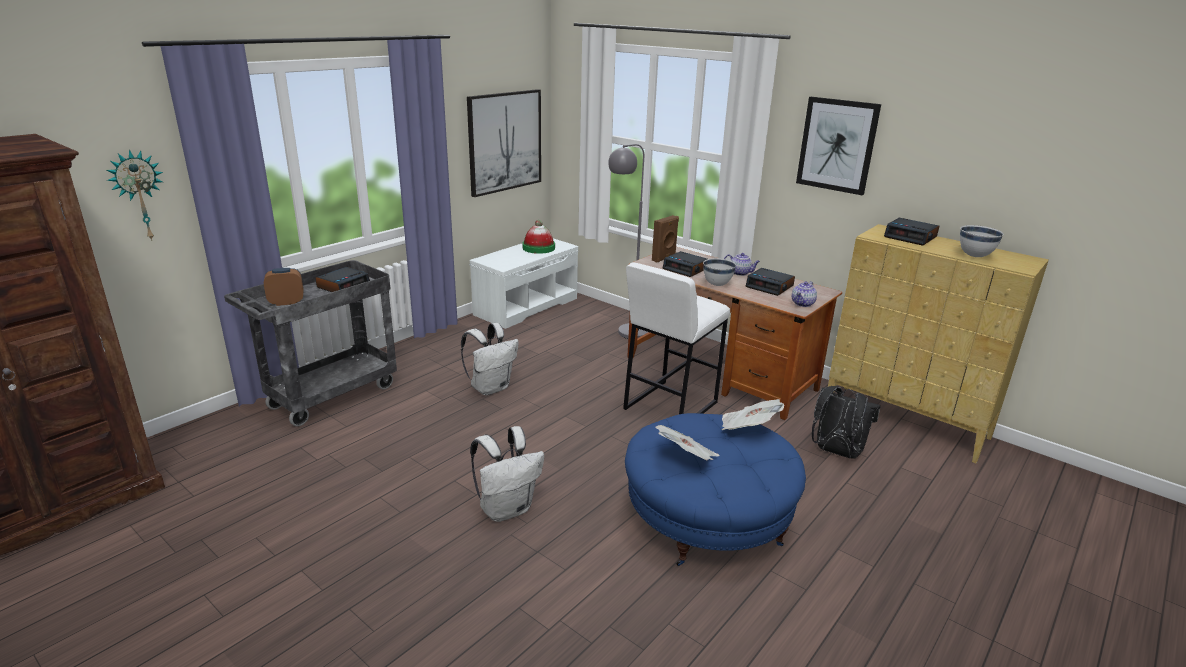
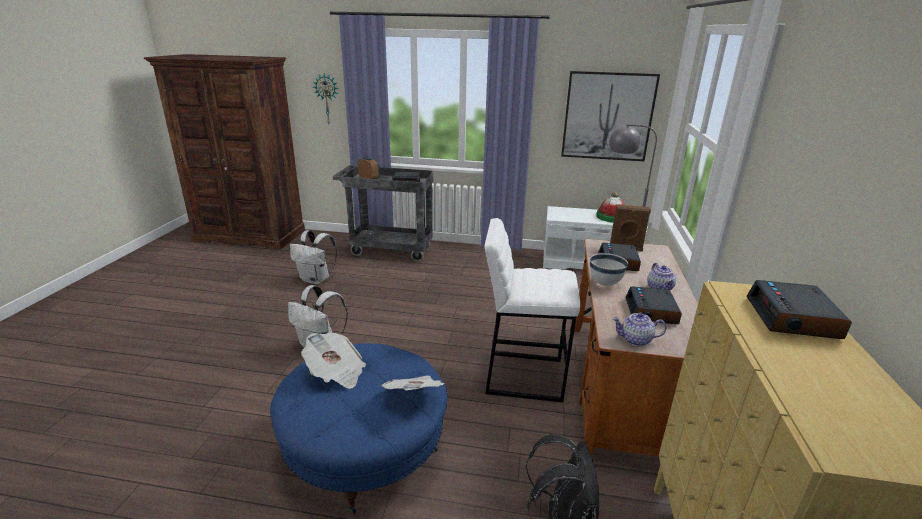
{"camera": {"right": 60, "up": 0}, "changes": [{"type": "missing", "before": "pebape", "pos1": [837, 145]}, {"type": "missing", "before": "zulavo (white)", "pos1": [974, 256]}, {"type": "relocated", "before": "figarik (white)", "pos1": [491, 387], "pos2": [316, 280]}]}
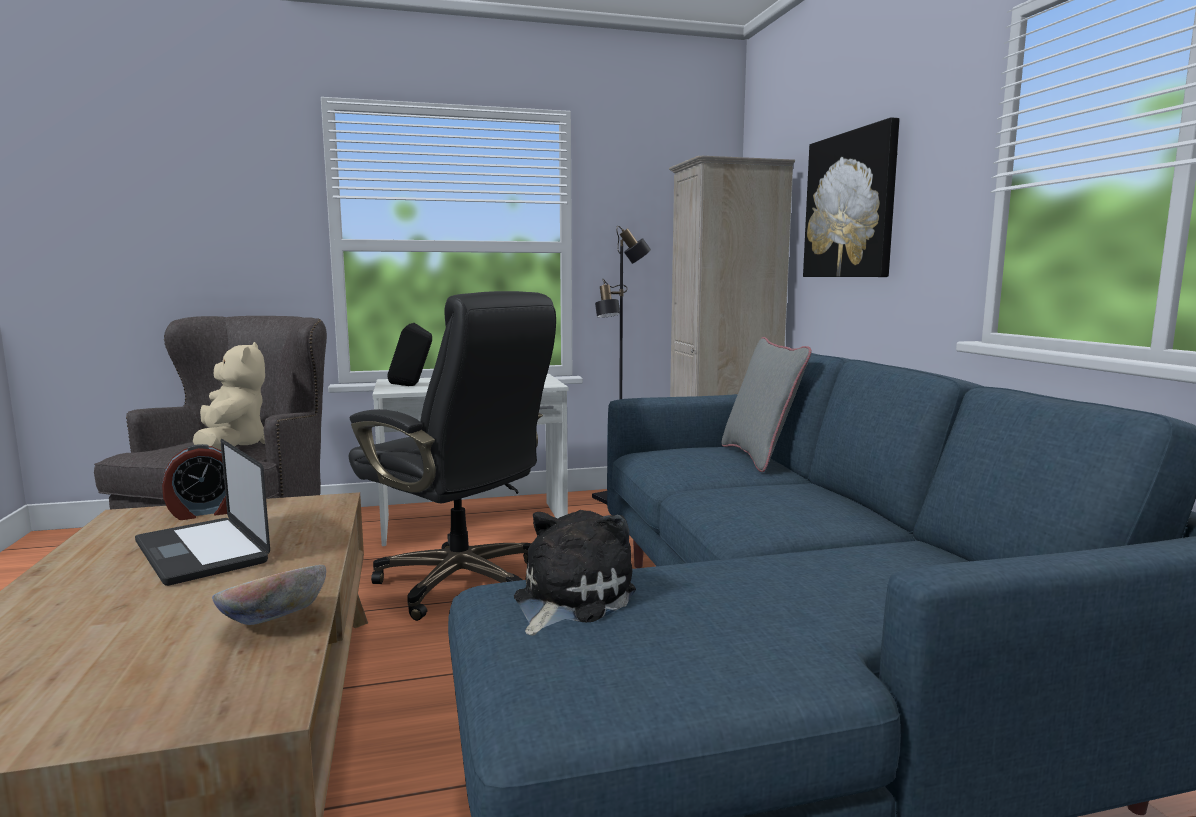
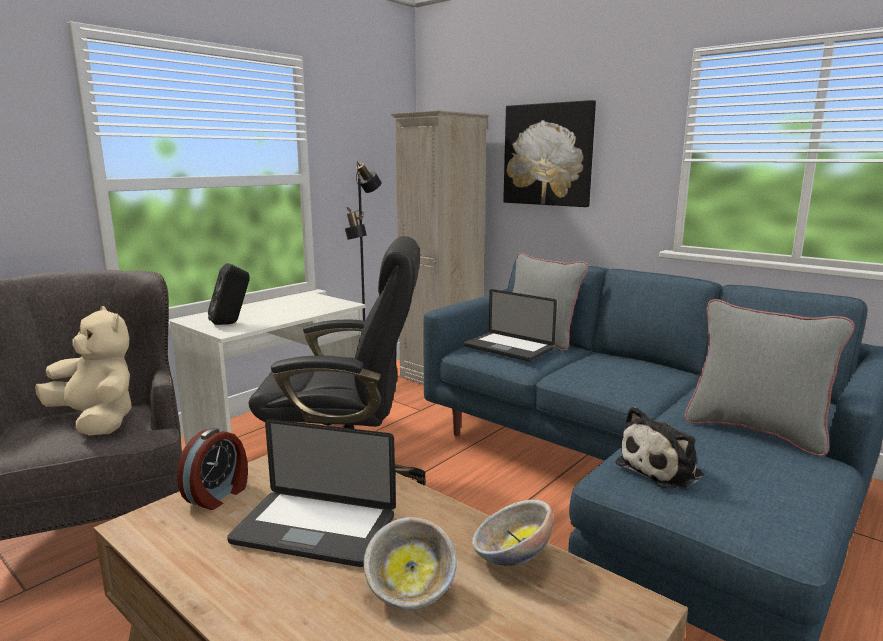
{"camera": {"right": -35, "up": 5}, "changes": [{"type": "appeared", "after": "zulavo", "pos2": [411, 592]}, {"type": "appeared", "after": "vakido", "pos2": [508, 348]}, {"type": "appeared", "after": "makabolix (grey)", "pos2": [755, 431]}, {"type": "spun", "before": "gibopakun", "pos1": [569, 599], "pos2": [663, 469], "turn": -120}]}
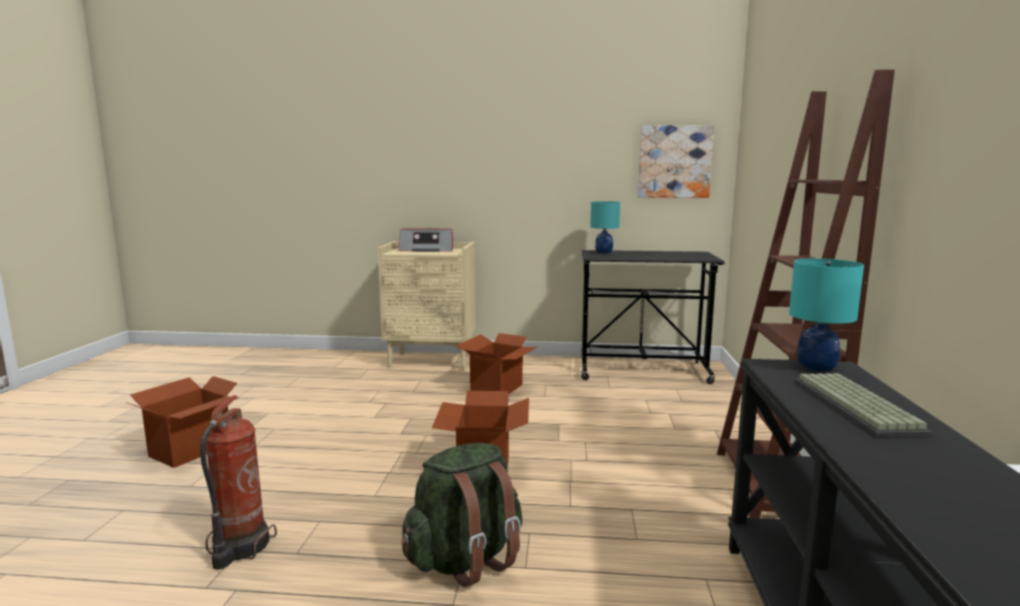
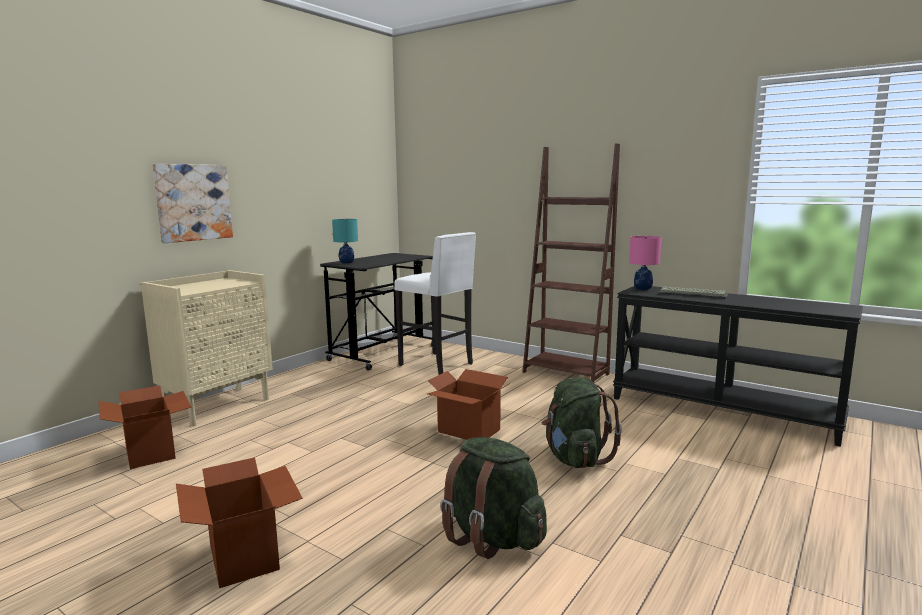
{"camera": {"right": -60, "up": 0}, "changes": [{"type": "missing", "before": "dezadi", "pos1": [427, 250]}, {"type": "appeared", "after": "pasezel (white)", "pos2": [438, 365]}, {"type": "relocated", "before": "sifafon", "pos1": [497, 389], "pos2": [151, 453]}, {"type": "relocated", "before": "pebape", "pos1": [674, 161], "pos2": [193, 202]}, {"type": "exchanged", "before": "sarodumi", "after": "figarik (green)", "pos1": [238, 548], "pos2": [492, 538]}, {"type": "colour", "before": "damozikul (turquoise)", "after": "damozikul (pink)", "pos1": [815, 367], "pos2": [642, 289]}]}
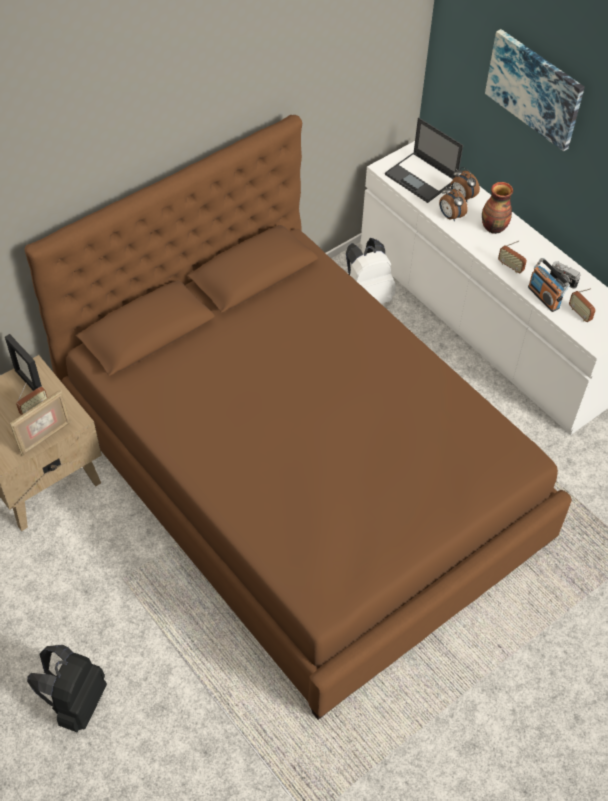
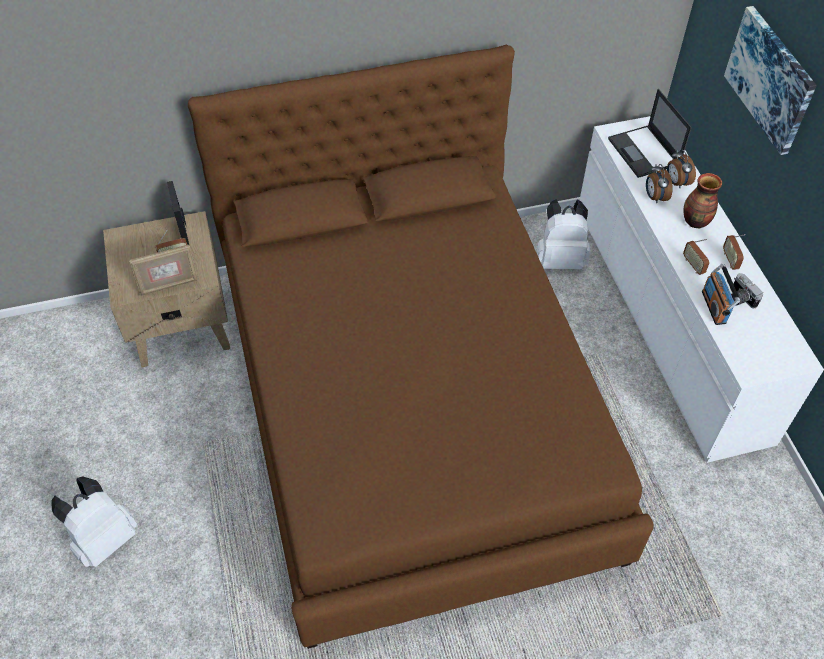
{"camera": {"right": 25, "up": 0}, "changes": [{"type": "relocated", "before": "dezadi", "pos1": [579, 314], "pos2": [730, 260]}, {"type": "colour", "before": "figarik (black)", "after": "figarik (white)", "pos1": [75, 702], "pos2": [104, 539]}]}
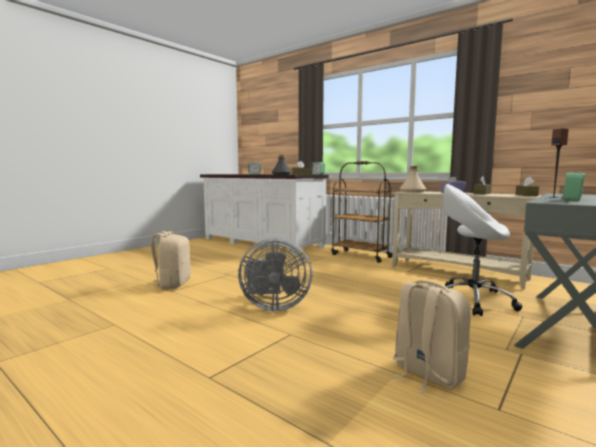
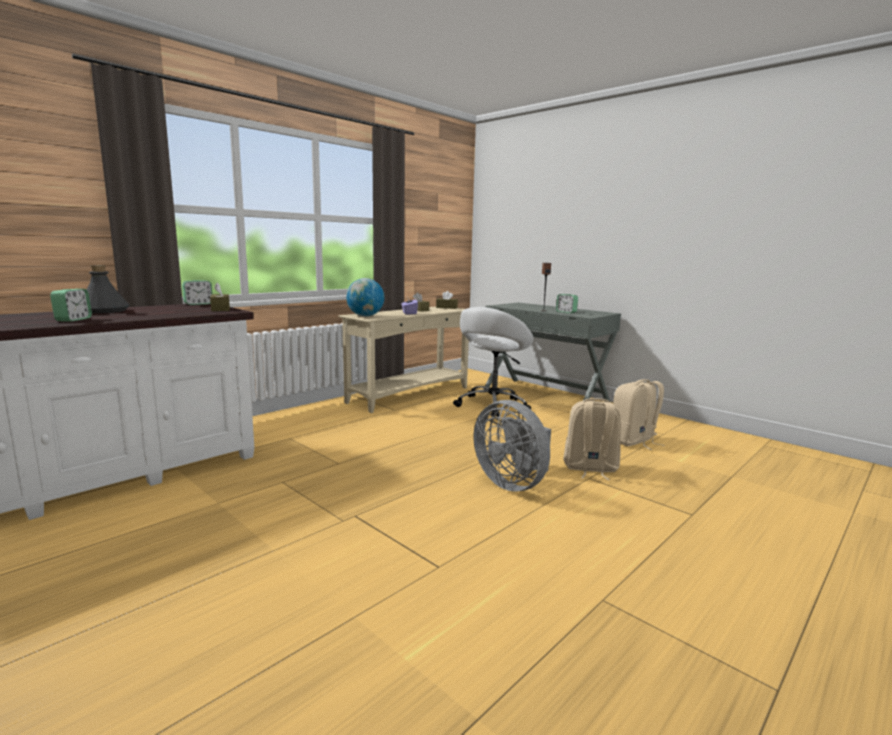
{"camera": {"right": -85, "up": 5}, "changes": [{"type": "missing", "before": "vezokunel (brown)", "pos1": [360, 256]}, {"type": "relocated", "before": "figarik (beige)", "pos1": [172, 284], "pos2": [590, 468]}, {"type": "exchanged", "before": "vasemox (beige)", "after": "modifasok", "pos1": [412, 191], "pos2": [365, 316]}, {"type": "spun", "before": "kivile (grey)", "pos1": [273, 306], "pos2": [513, 483], "turn": 135}]}
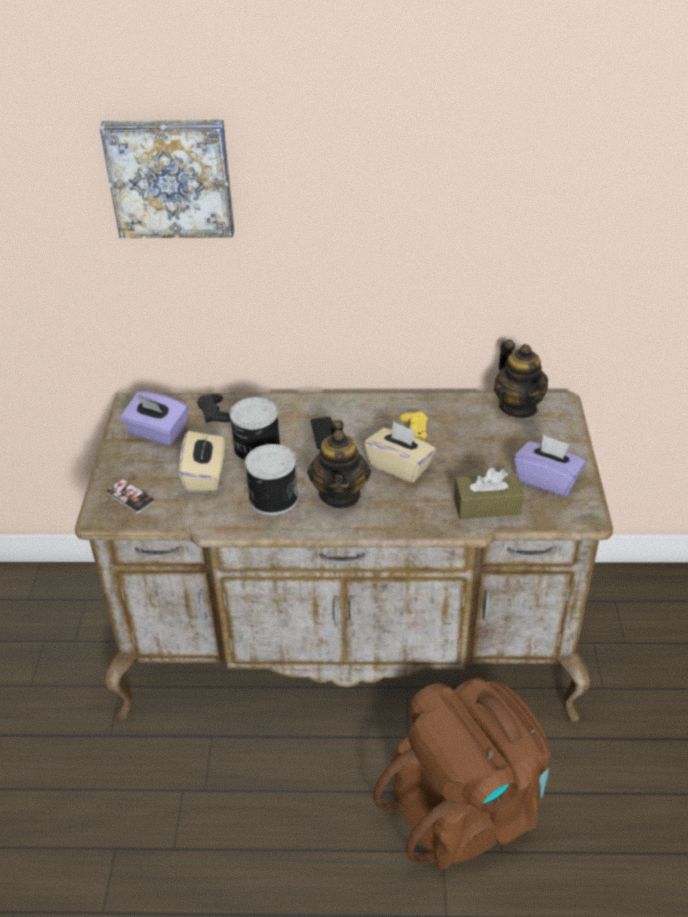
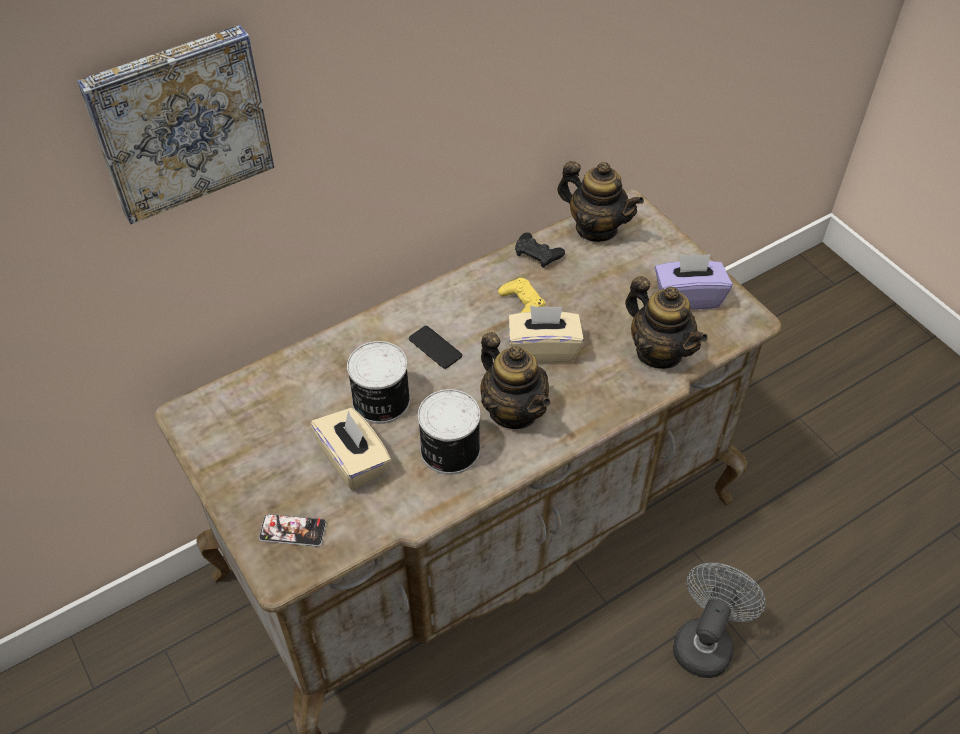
{"camera": {"right": -35, "up": 10}, "changes": [{"type": "missing", "before": "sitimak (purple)", "pos1": [157, 433]}, {"type": "relocated", "before": "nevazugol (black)", "pos1": [214, 413], "pos2": [537, 254]}, {"type": "exchanged", "before": "figarik (brown)", "after": "kivile (grey)", "pos1": [466, 810], "pos2": [705, 641]}, {"type": "exchanged", "before": "sitimak (brown)", "after": "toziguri", "pos1": [487, 505], "pos2": [659, 352]}]}
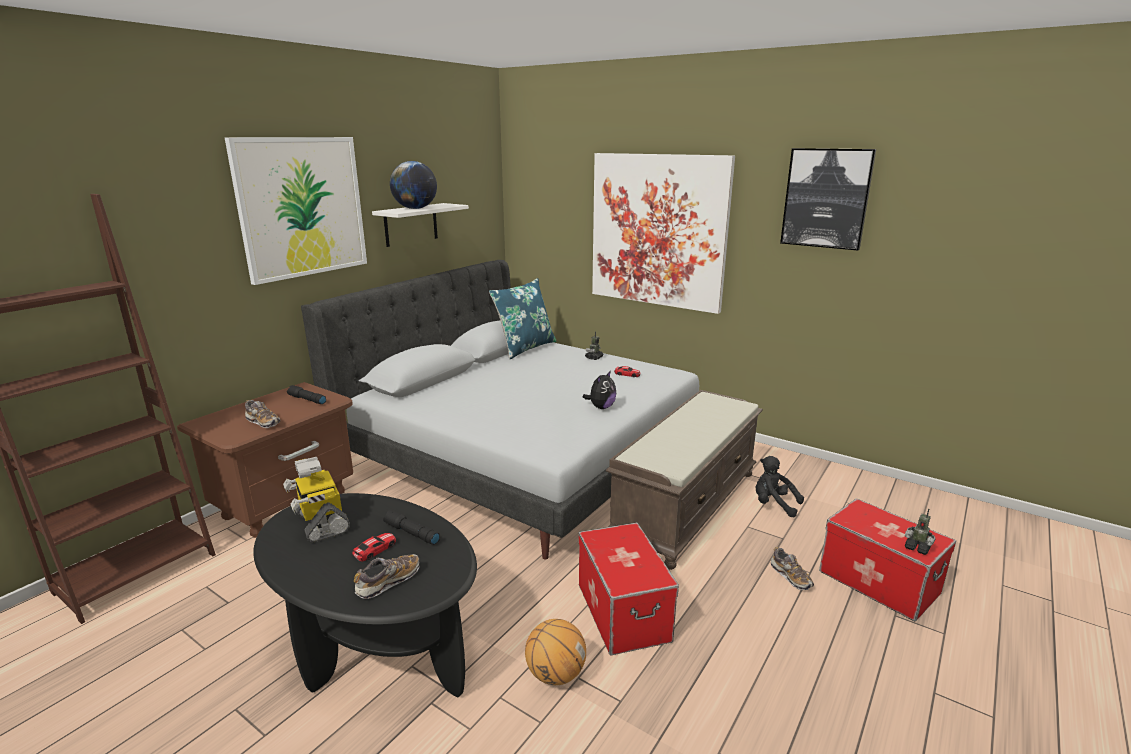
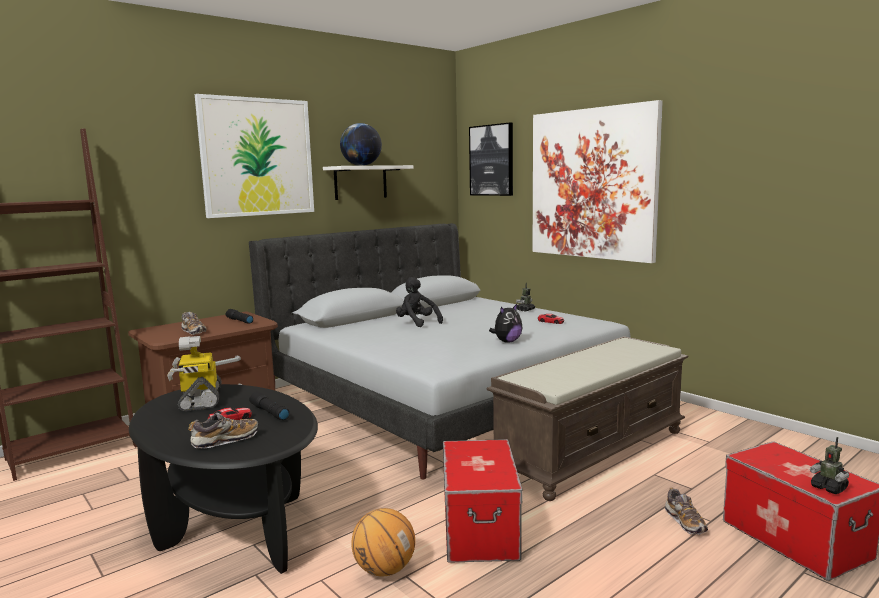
{"camera": {"right": 15, "up": -10}, "changes": [{"type": "missing", "before": "makabolix (blue)", "pos1": [525, 348]}, {"type": "relocated", "before": "gibopakun (black)", "pos1": [773, 504], "pos2": [417, 323]}, {"type": "relocated", "before": "pebape", "pos1": [826, 198], "pos2": [492, 160]}]}
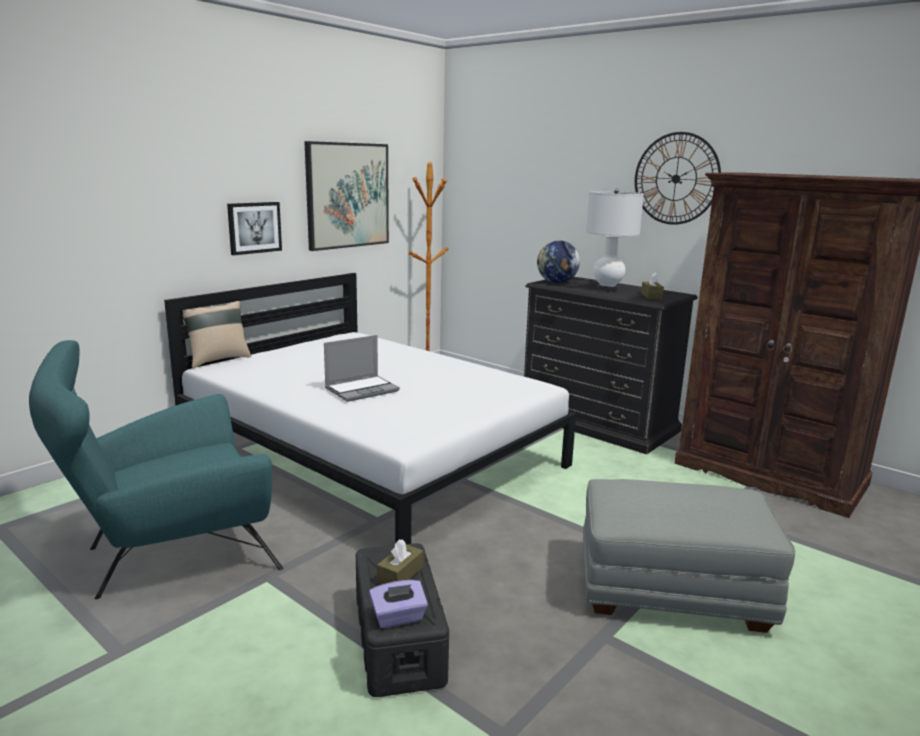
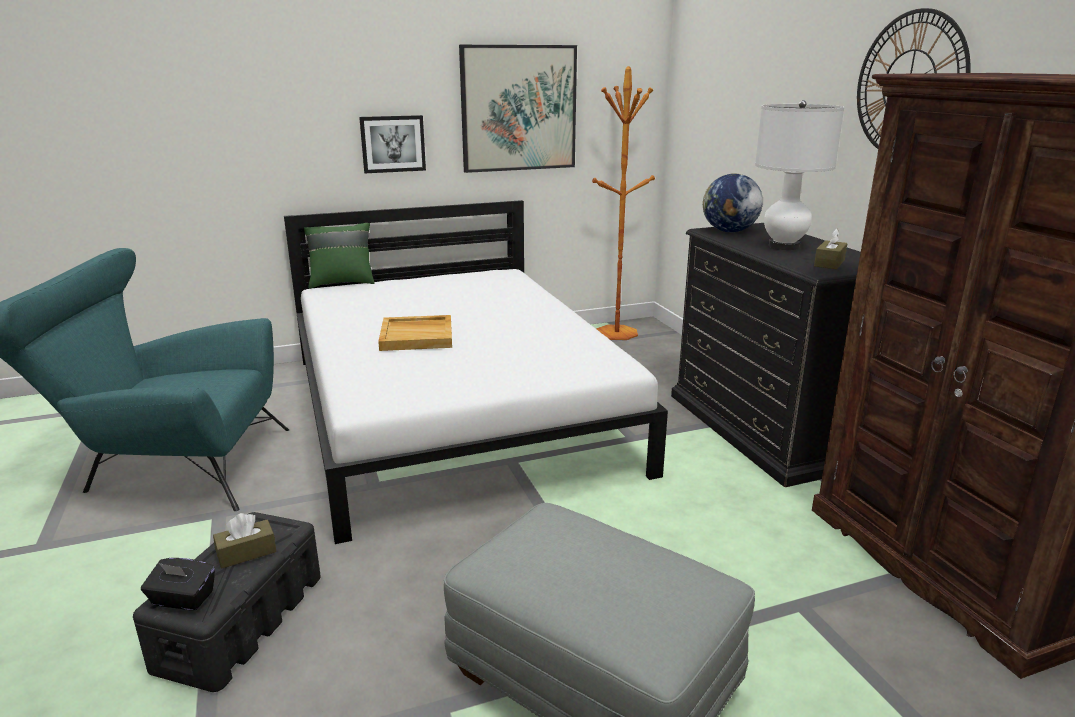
{"camera": {"right": 30, "up": 5}, "changes": [{"type": "exchanged", "before": "vakido", "after": "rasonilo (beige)", "pos1": [362, 389], "pos2": [417, 336]}, {"type": "colour", "before": "makabolix (beige)", "after": "makabolix (green)", "pos1": [217, 360], "pos2": [342, 283]}, {"type": "colour", "before": "sitimak (purple)", "after": "sitimak (black)", "pos1": [398, 617], "pos2": [182, 599]}]}
